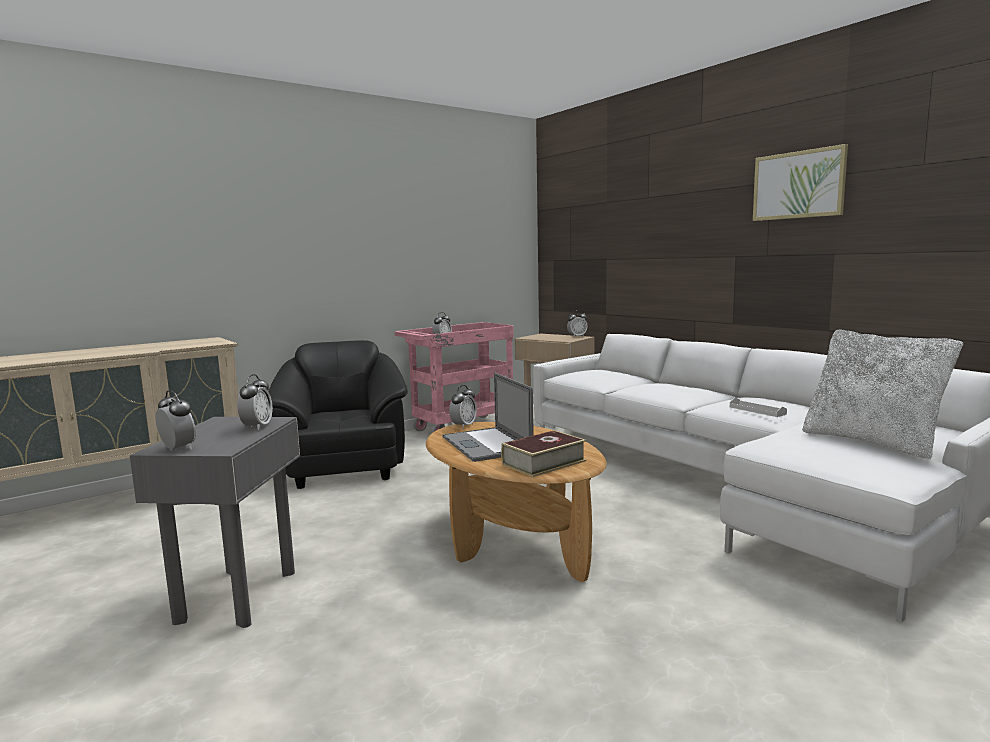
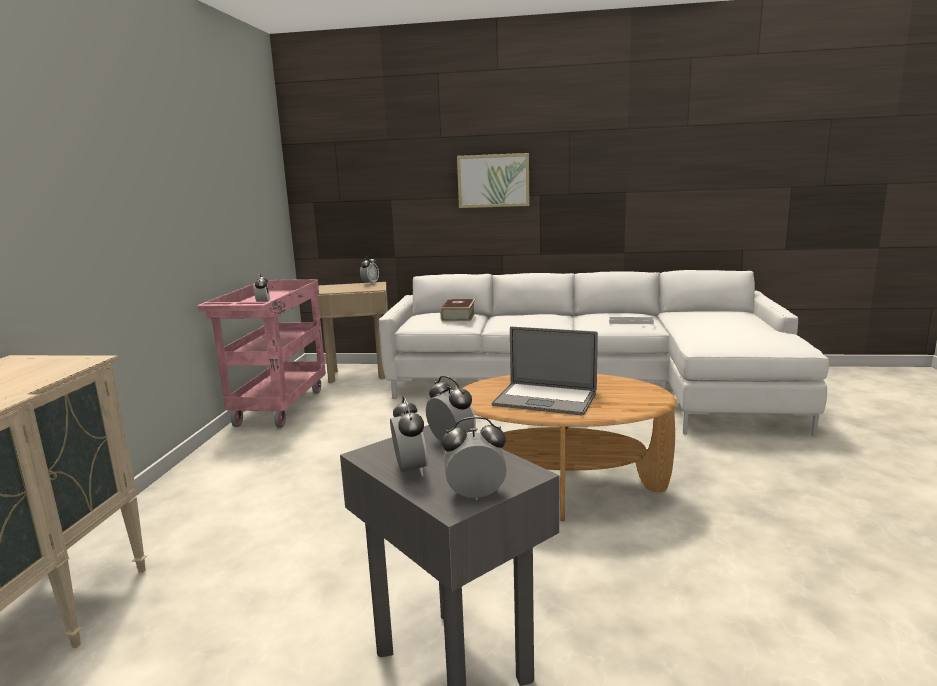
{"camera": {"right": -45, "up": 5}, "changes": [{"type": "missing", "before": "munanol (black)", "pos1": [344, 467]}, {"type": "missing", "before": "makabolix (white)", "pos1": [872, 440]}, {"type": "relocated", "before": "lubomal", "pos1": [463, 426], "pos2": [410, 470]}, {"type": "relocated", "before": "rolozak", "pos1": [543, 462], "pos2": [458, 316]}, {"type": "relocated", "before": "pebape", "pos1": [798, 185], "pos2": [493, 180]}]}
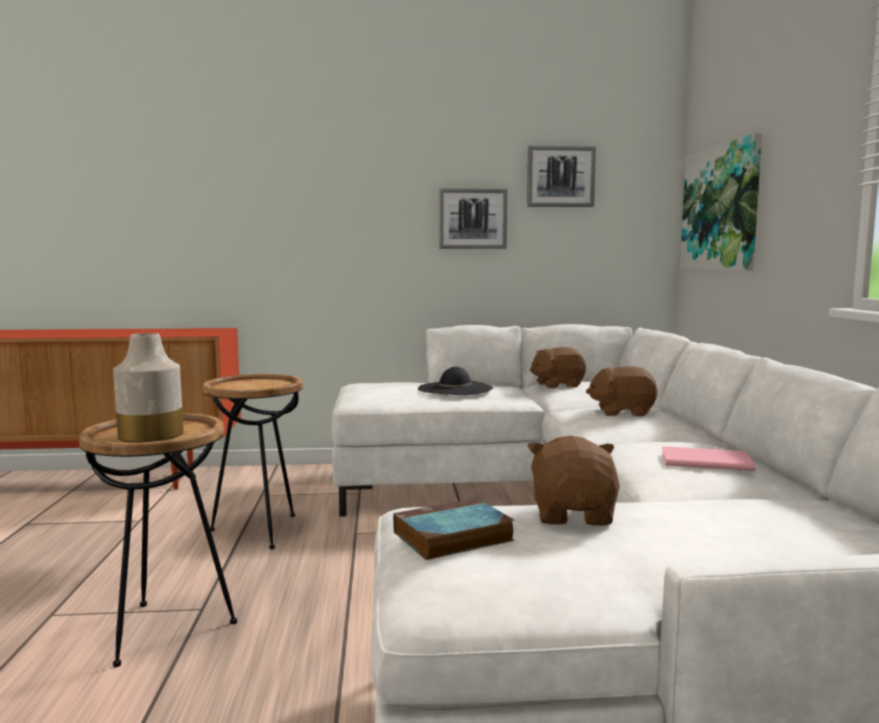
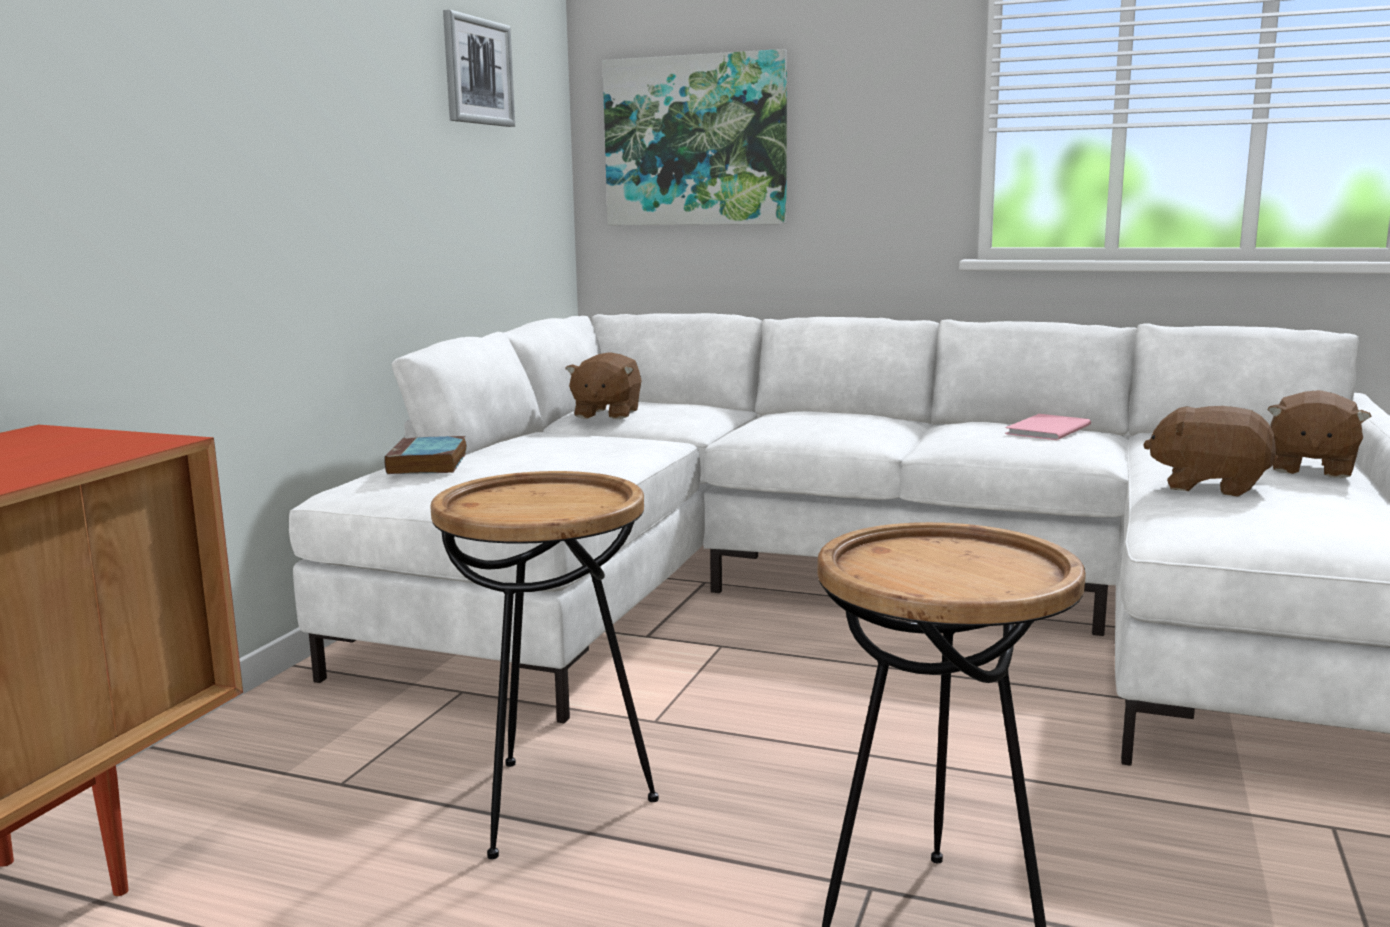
{"camera": {"right": -65, "up": 5}, "changes": [{"type": "missing", "before": "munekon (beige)", "pos1": [150, 434]}, {"type": "missing", "before": "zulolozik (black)", "pos1": [455, 388]}, {"type": "missing", "before": "pebape", "pos1": [472, 219]}, {"type": "relocated", "before": "rolozak", "pos1": [451, 537], "pos2": [428, 464]}, {"type": "relocated", "before": "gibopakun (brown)", "pos1": [622, 412], "pos2": [1310, 468]}]}
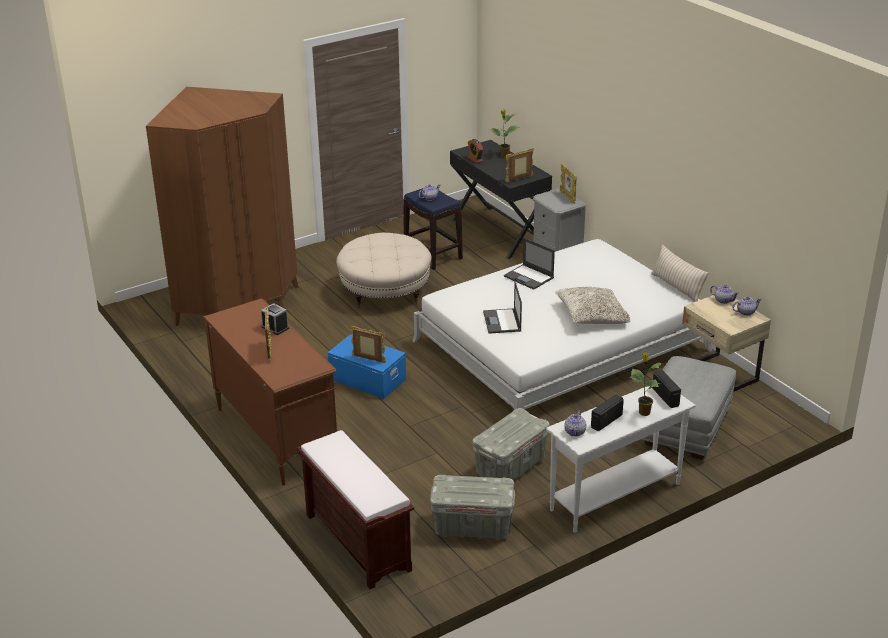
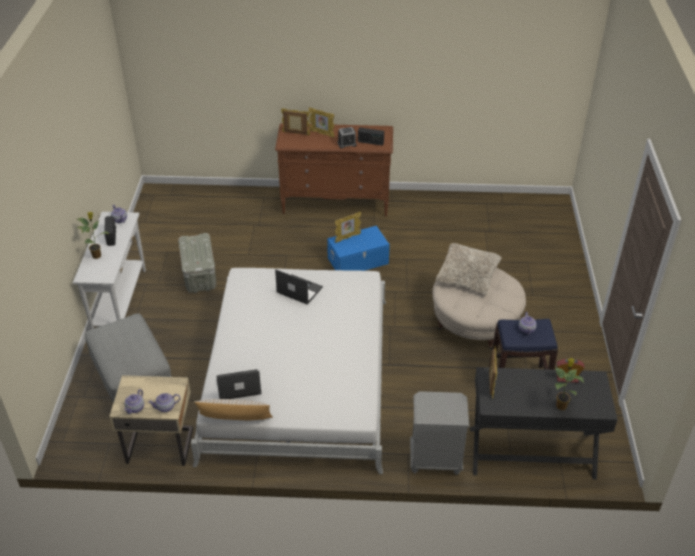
{"camera": {"right": 125, "up": 10}, "changes": [{"type": "missing", "before": "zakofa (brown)", "pos1": [234, 302]}, {"type": "missing", "before": "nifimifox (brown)", "pos1": [356, 542]}, {"type": "missing", "before": "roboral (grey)", "pos1": [471, 527]}, {"type": "relocated", "before": "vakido", "pos1": [529, 277], "pos2": [238, 385]}, {"type": "relocated", "before": "makabolix (beige)", "pos1": [592, 315], "pos2": [467, 275]}, {"type": "relocated", "before": "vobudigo", "pos1": [567, 197], "pos2": [296, 134]}, {"type": "relocated", "before": "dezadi", "pos1": [666, 397], "pos2": [370, 142]}]}
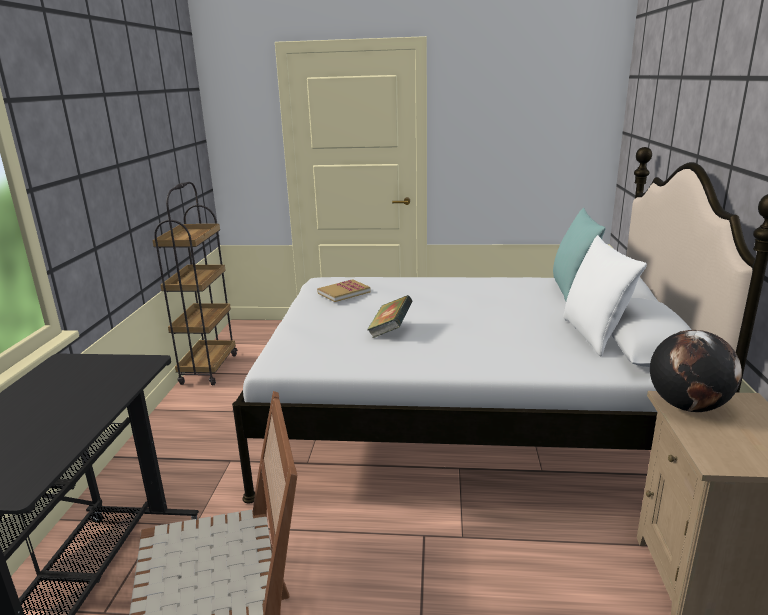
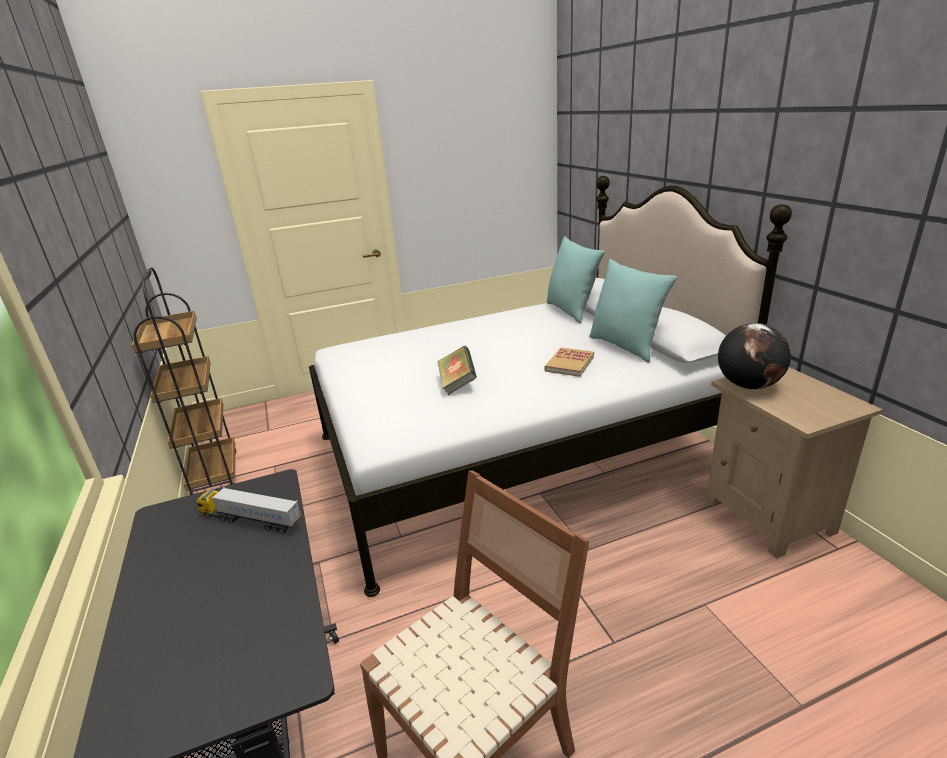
{"camera": {"right": -25, "up": 5}, "changes": [{"type": "appeared", "after": "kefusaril", "pos2": [251, 520]}, {"type": "relocated", "before": "rolozak", "pos1": [344, 292], "pos2": [569, 364]}, {"type": "colour", "before": "makabolix (white)", "after": "makabolix (turquoise)", "pos1": [594, 335], "pos2": [626, 346]}]}
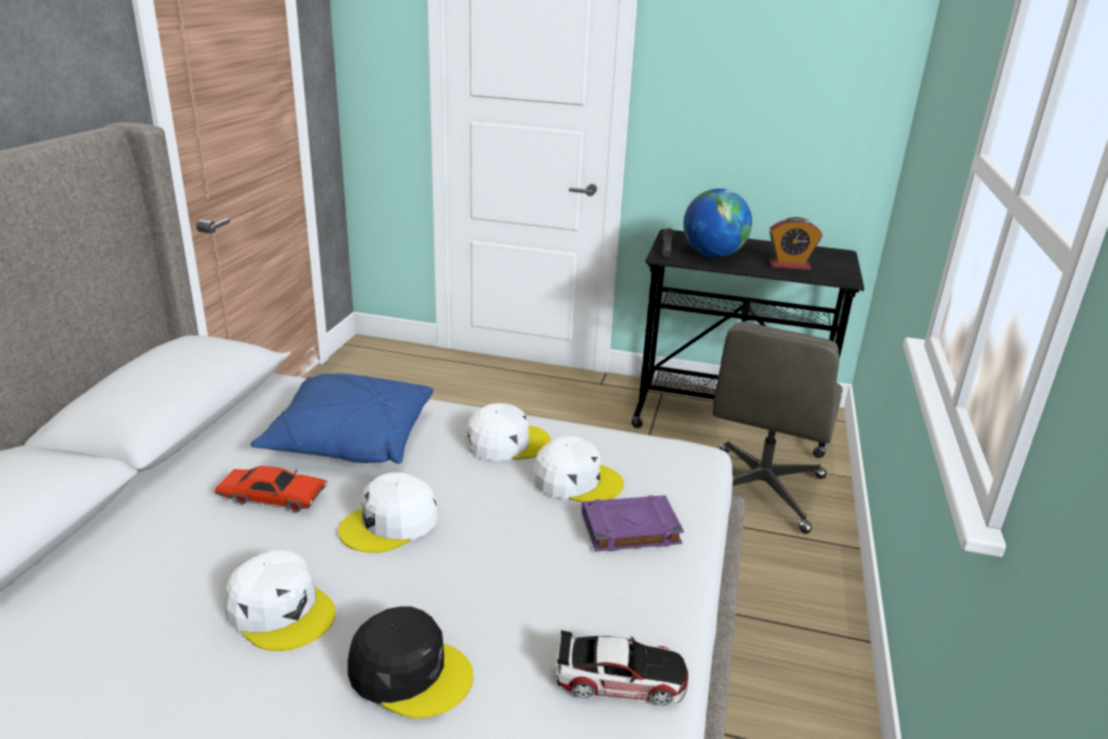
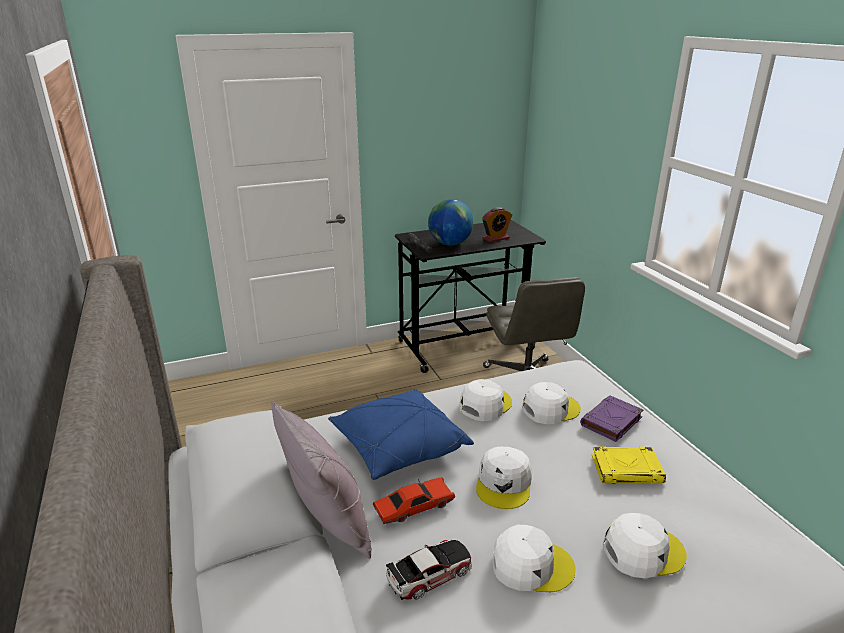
{"camera": {"right": -35, "up": 0}, "changes": [{"type": "appeared", "after": "makabolix (purple)", "pos2": [328, 522]}, {"type": "appeared", "after": "rolozak (yellow)", "pos2": [627, 469]}, {"type": "relocated", "before": "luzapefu", "pos1": [620, 678], "pos2": [430, 573]}, {"type": "colour", "before": "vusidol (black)", "after": "vusidol (white)", "pos1": [410, 672], "pos2": [642, 551]}]}
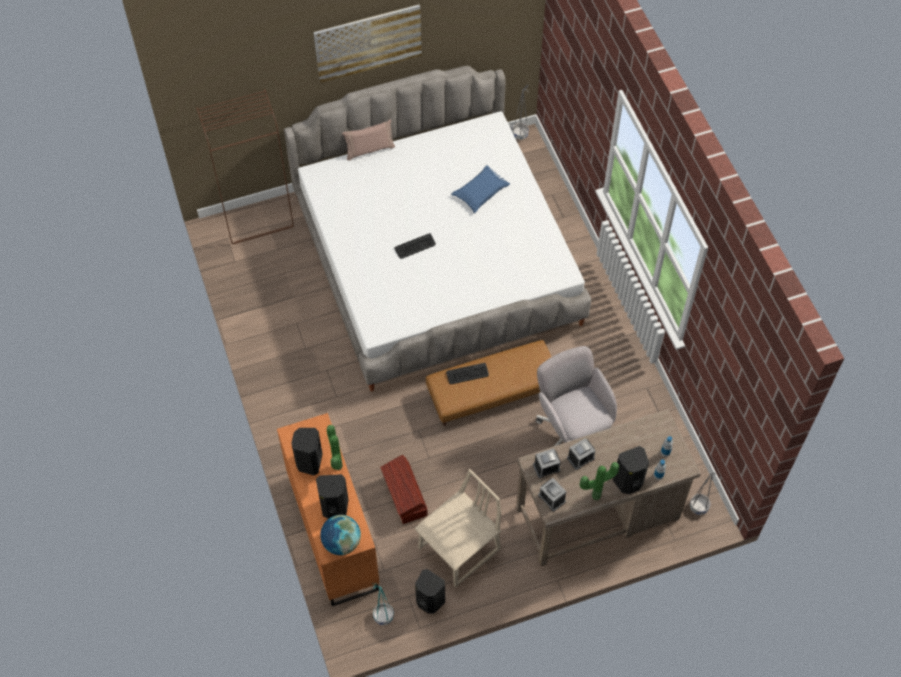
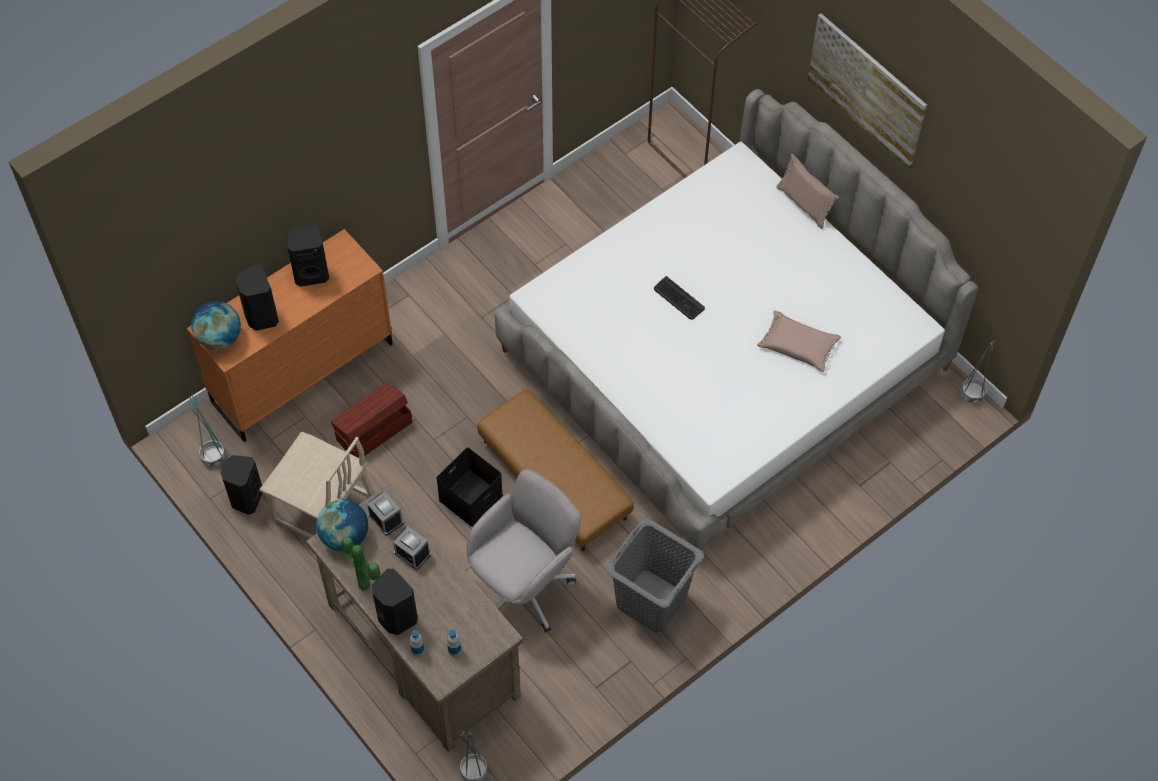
{"camera": {"right": 70, "up": 0}, "changes": [{"type": "missing", "before": "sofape", "pos1": [336, 466]}, {"type": "missing", "before": "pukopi", "pos1": [467, 374]}, {"type": "appeared", "after": "roboral (black)", "pos2": [470, 496]}, {"type": "appeared", "after": "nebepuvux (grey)", "pos2": [651, 601]}, {"type": "exchanged", "before": "lubomal", "after": "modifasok", "pos1": [551, 498], "pos2": [344, 536]}, {"type": "colour", "before": "makabolix (blue)", "after": "makabolix (beige)", "pos1": [480, 191], "pos2": [798, 344]}]}
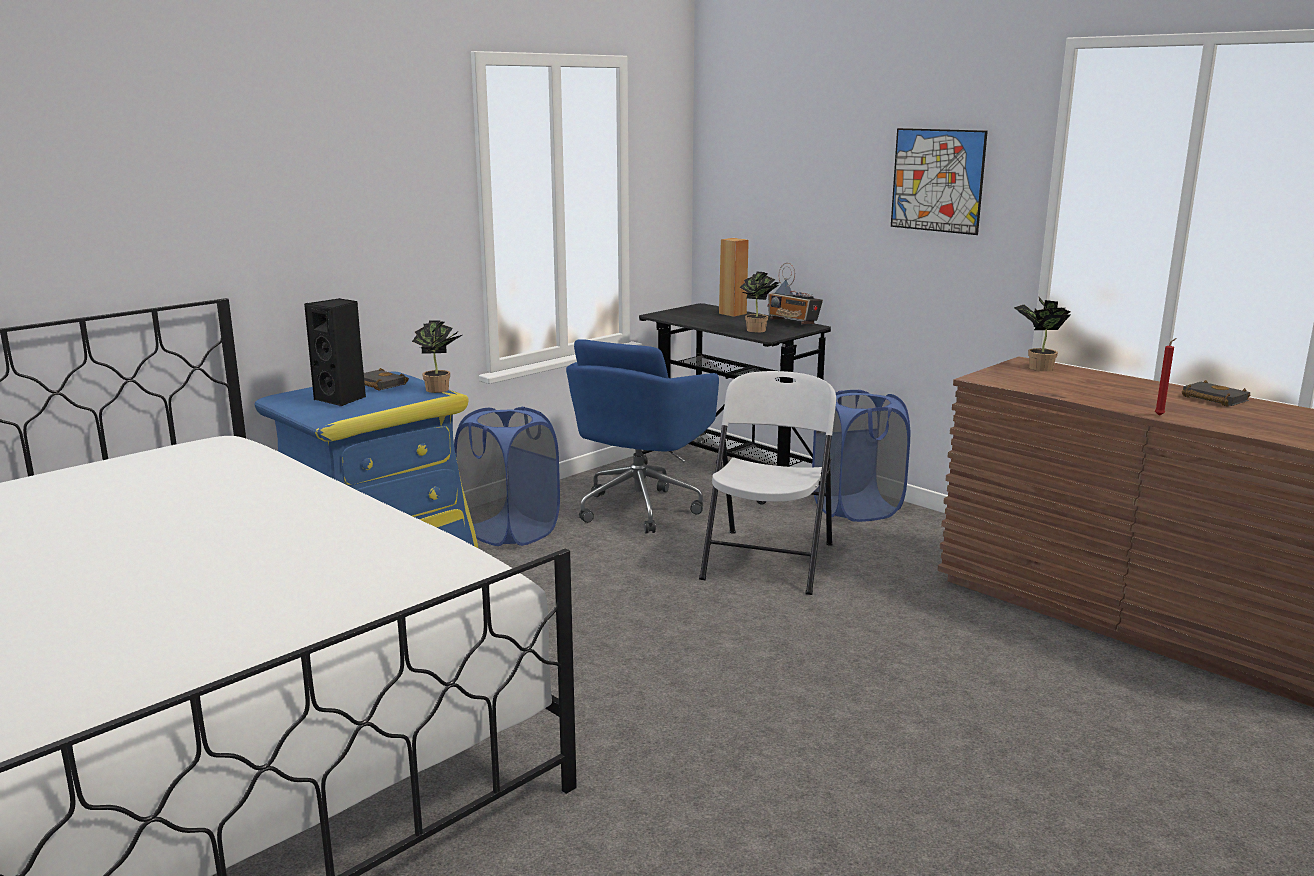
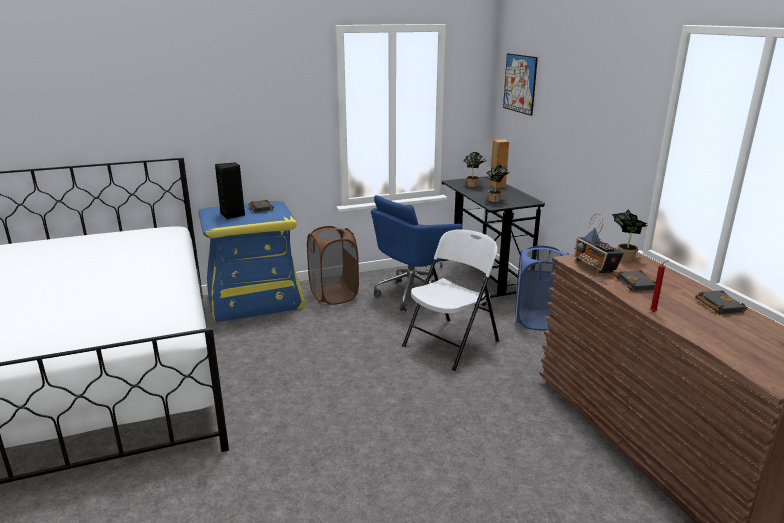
{"camera": {"right": 25, "up": 5}, "changes": [{"type": "appeared", "after": "rolozak (black)", "pos2": [638, 284]}, {"type": "relocated", "before": "sofape", "pos1": [440, 390], "pos2": [473, 185]}, {"type": "relocated", "before": "dezadi", "pos1": [793, 322], "pos2": [595, 267]}, {"type": "relocated", "before": "pebape", "pos1": [937, 180], "pos2": [520, 83]}, {"type": "colour", "before": "nebepuvux (blue)", "after": "nebepuvux (brown)", "pos1": [509, 532], "pos2": [333, 295]}]}
